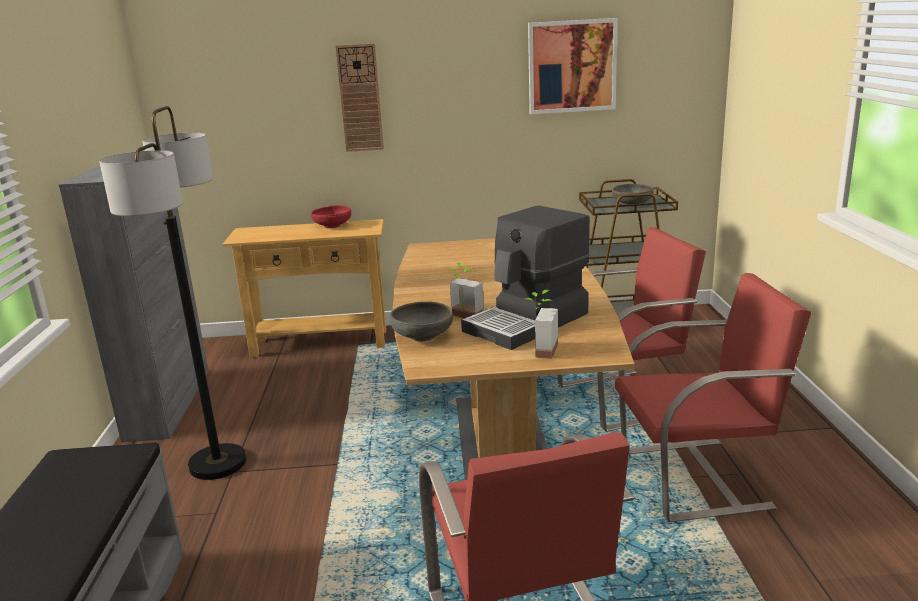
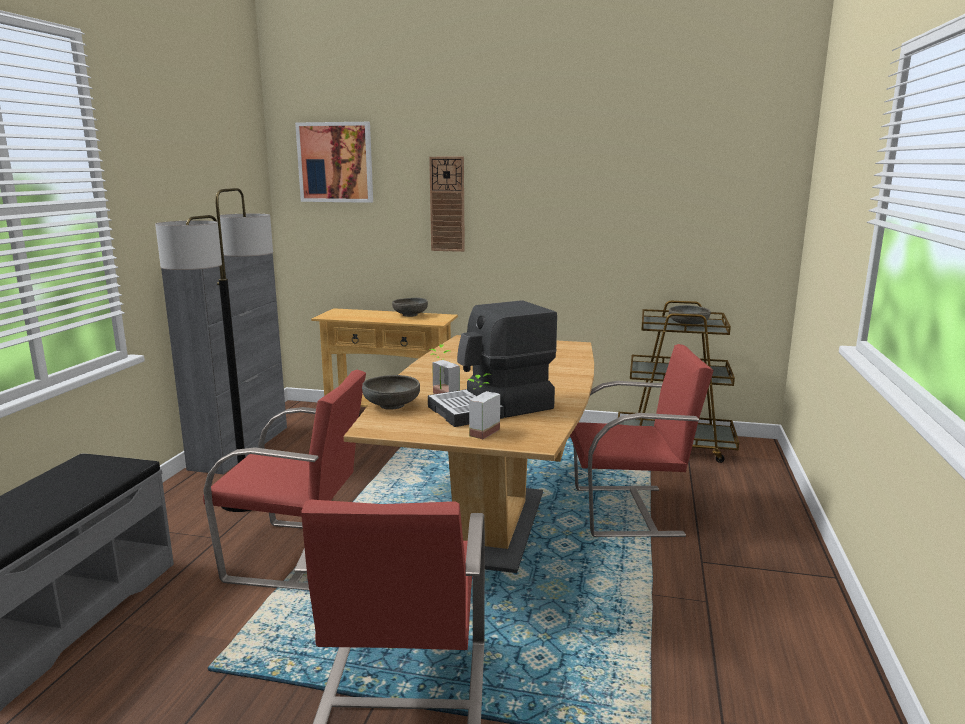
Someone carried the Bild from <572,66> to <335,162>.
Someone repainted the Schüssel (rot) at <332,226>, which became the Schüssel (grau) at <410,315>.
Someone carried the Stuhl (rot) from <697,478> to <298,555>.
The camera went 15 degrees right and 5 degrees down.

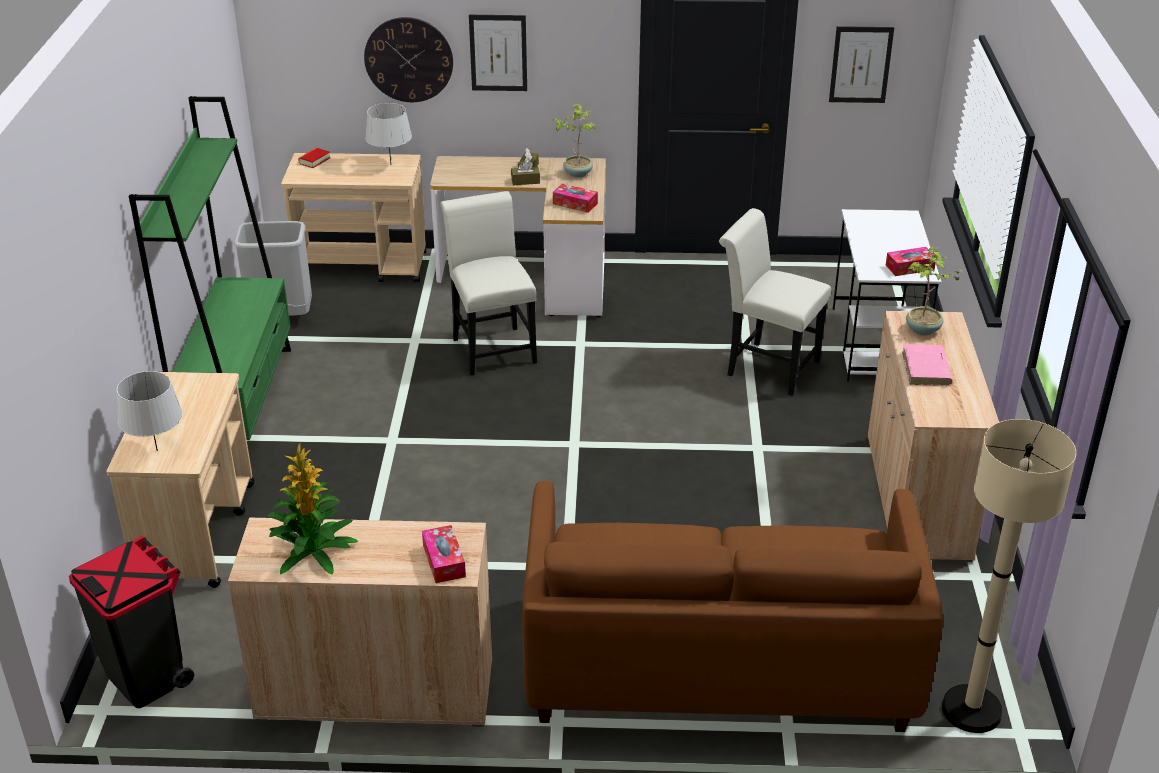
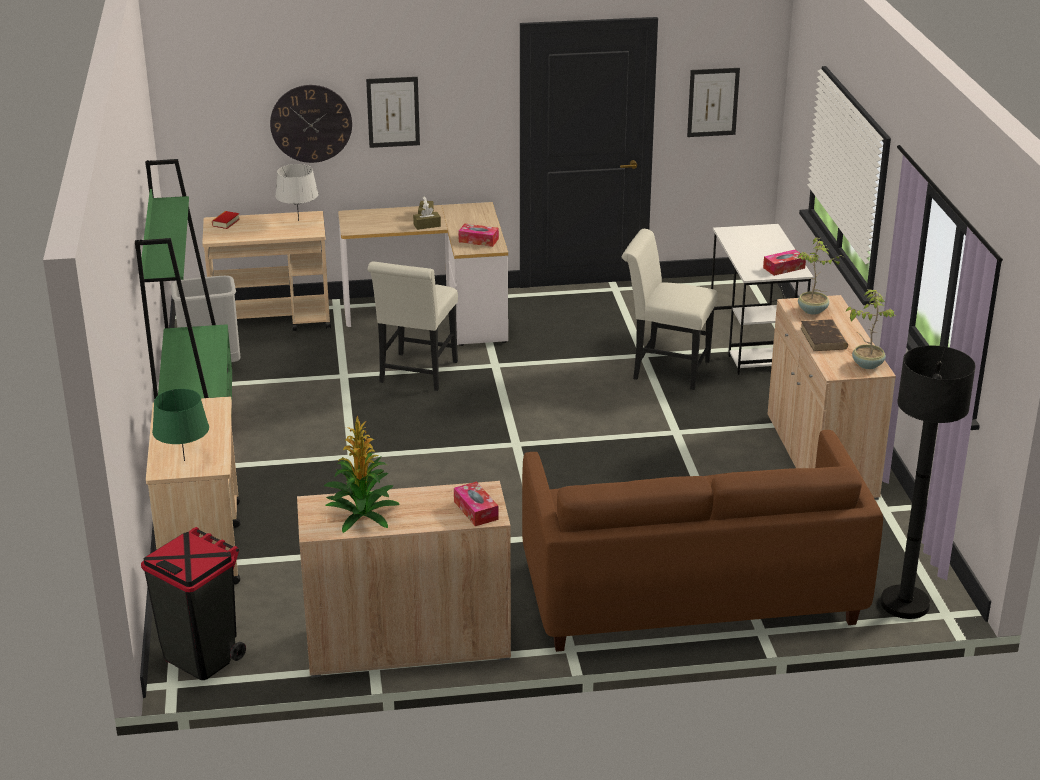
Someone carried the Topfpflanze from <577,173> to <867,364>.
Someone rotated the Stuhl (weiß) at <492,347> by 135 degrees counterclockwise.
Someone repainted the Buch (rosa) at <926,369>, which became the Buch (braun) at <824,338>.
Someone repainted the Tischlampe (grau) at <157,450>, which became the Tischlampe (grün) at <184,460>.
Someone repainted the Stehlampe (beige) at <971,710>, which became the Stehlampe (schwarz) at <904,604>.
The camera went 10 degrees left and 5 degrees down.

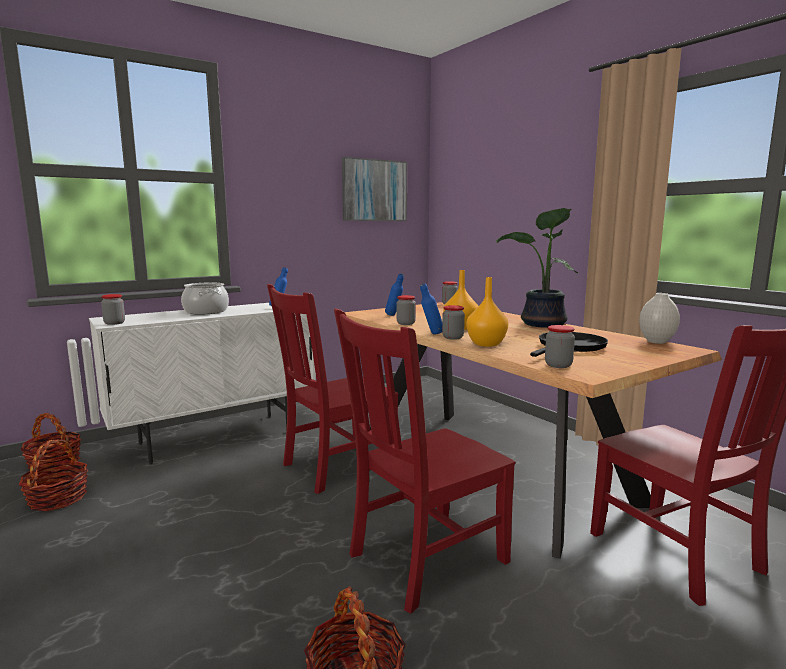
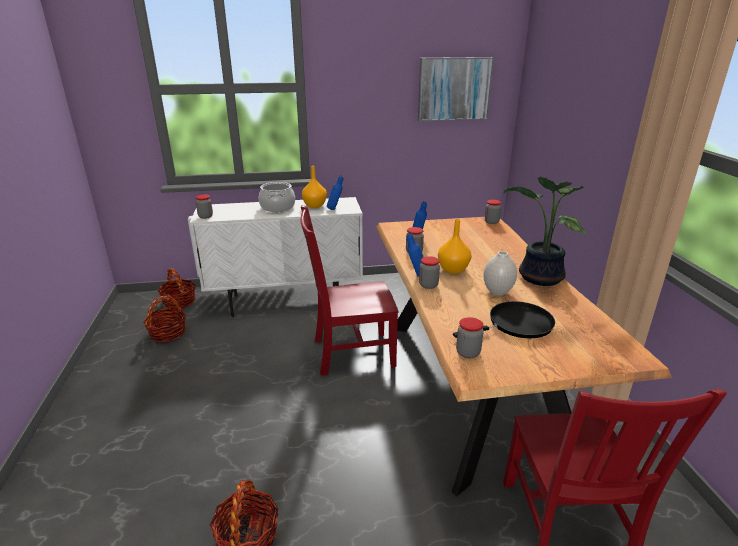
Someone carried the Vase (orange) from <485,344> to <314,205>.
Someone carried the Vase (weiß) from <657,342> to <497,292>.
Someone took away the Stuhl (rot) at <423,559>.
The camera went 25 degrees right and 15 degrees up.

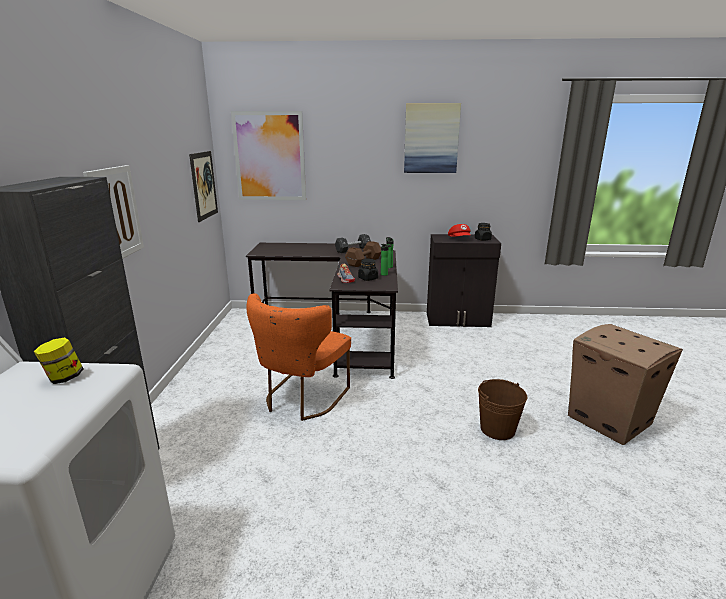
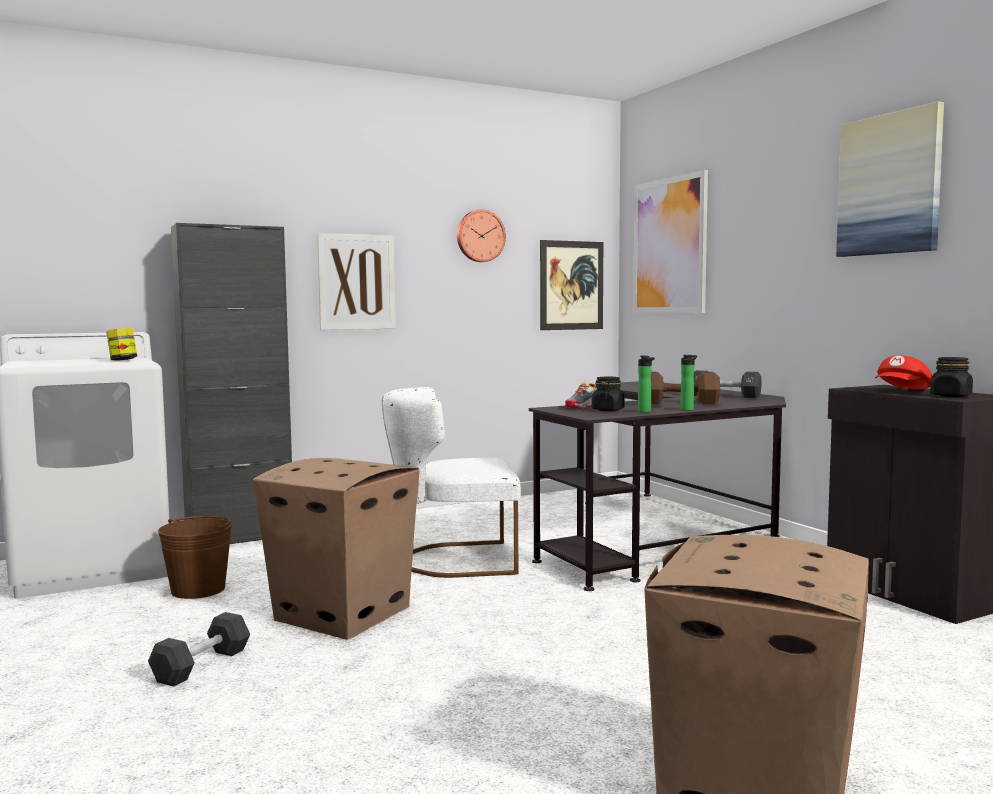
Someone repainted the Stuhl (orange) at <301,399>, which became the Stuhl (weiß) at <453,560>.
Someone carried the Eimer (braun) from <497,429> to <198,590>.
Someone put up the Wanduhr at <480,236>.
Someone put down the Karton at <341,613>.
Someone put down the Hantel (schwarz) at <201,665>.
The camera went 60 degrees right and 15 degrees down.

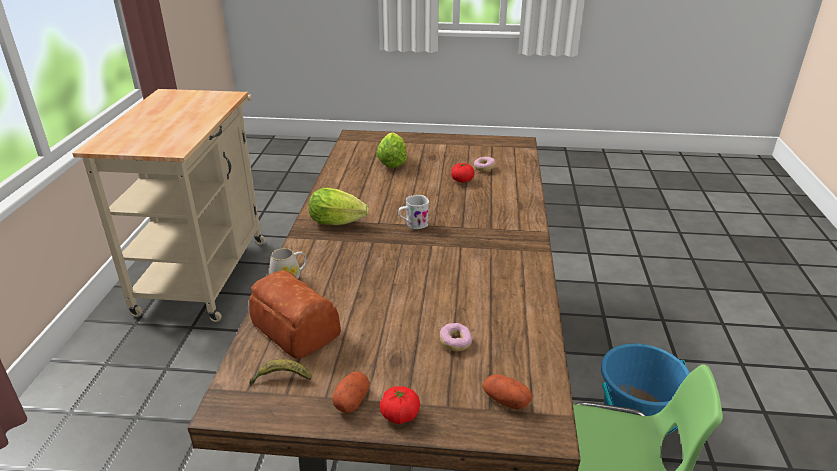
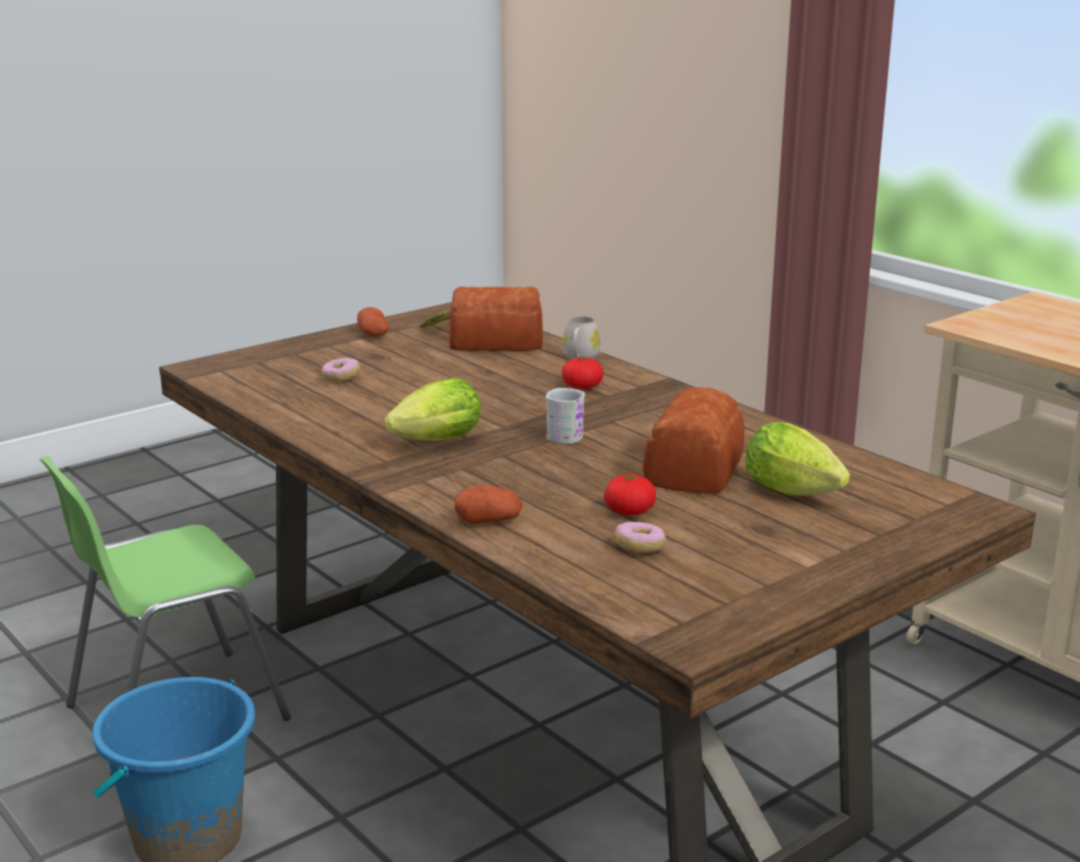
Someone carried the Salatkopf from <340,223> to <432,442>.
Someone carried the Kartoffel from <505,400> to <488,520>.
Someone carried the Tomate from <400,415> to <582,387>.
Someone put down the Brot at <691,470>.
The camera went 135 degrees right and 10 degrees down.

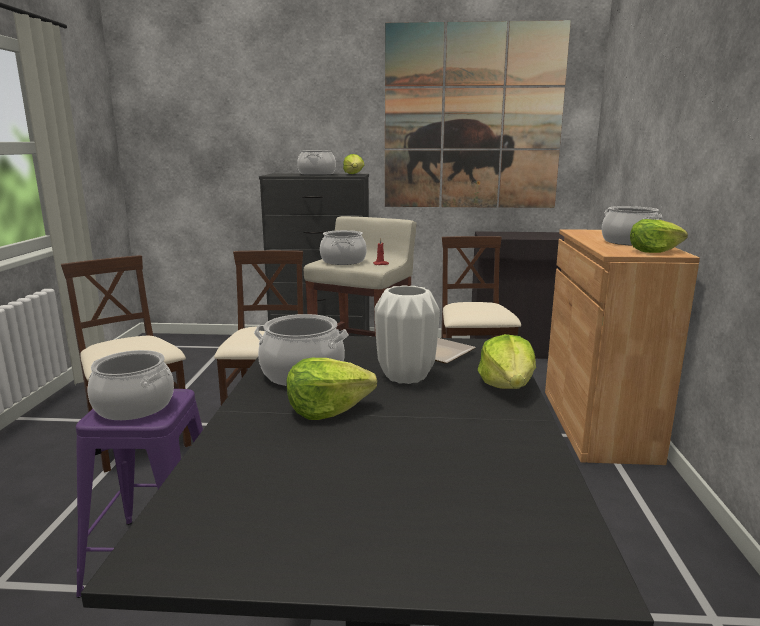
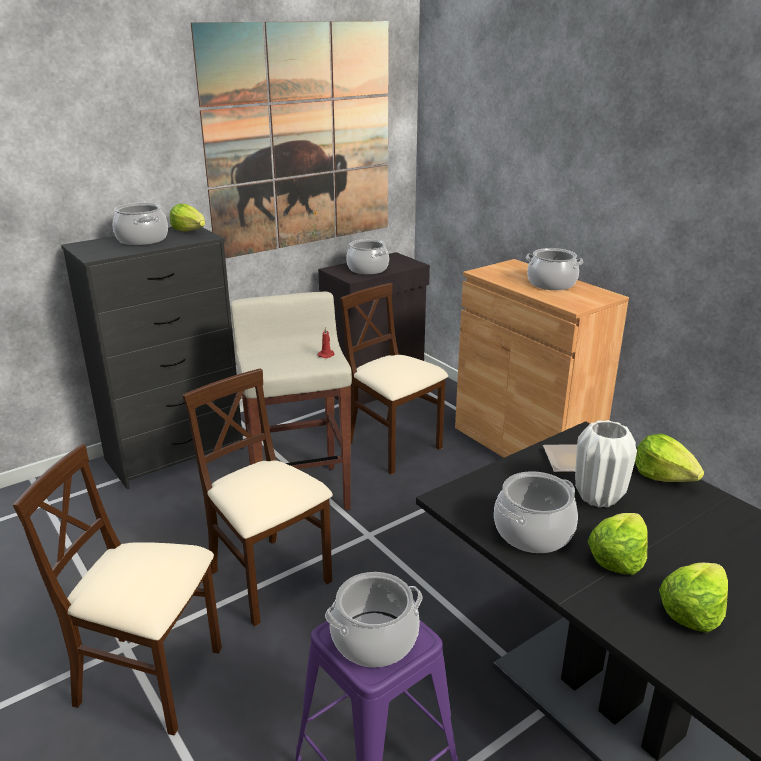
Someone carried the Salatkopf from <653,251> to <692,611>.
Someone carried the Kochtopf from <343,261> to <367,269>.
The camera went 40 degrees left and 10 degrees up.

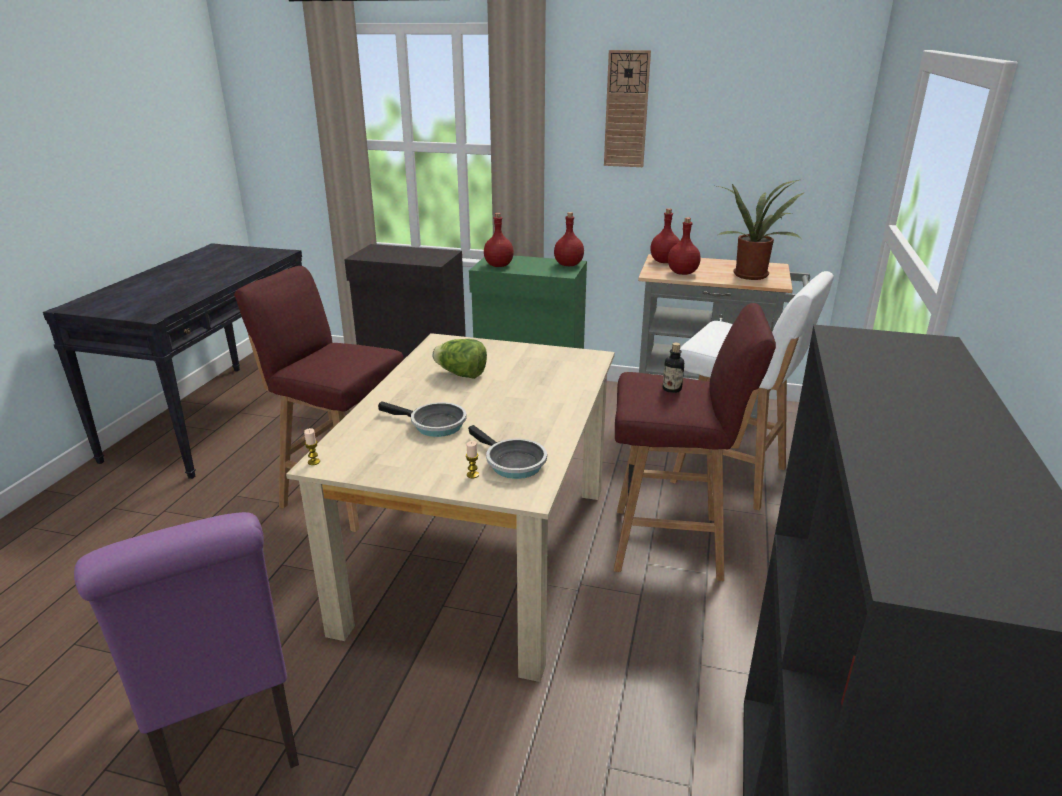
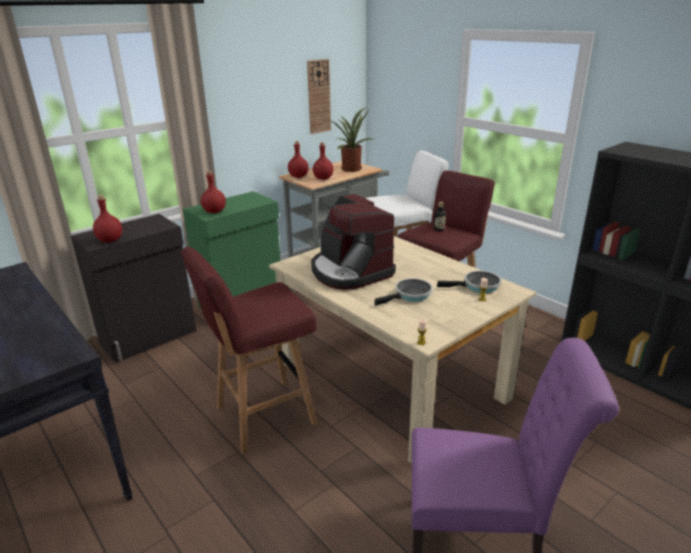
Someone carried the Wanduhr from <626,109> to <318,96>.
Someone carried the Flasche (rot) from <569,265> to <111,240>.
Someone swapped the Salatkopf at <461,374> for the Kaffeemaschine at <350,271>.
The camera went 55 degrees left and 0 degrees up.

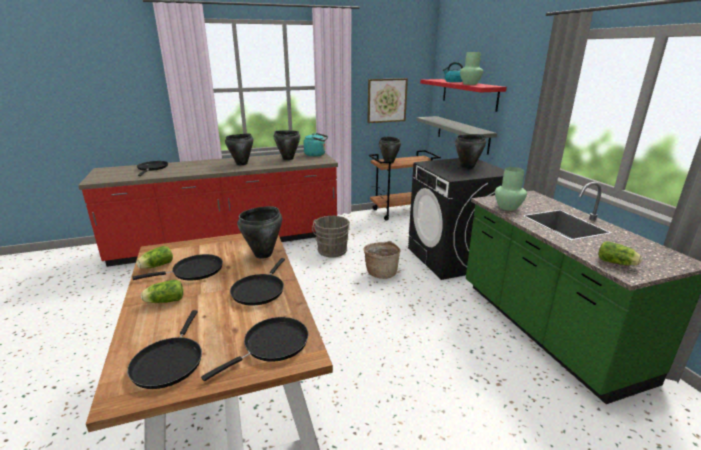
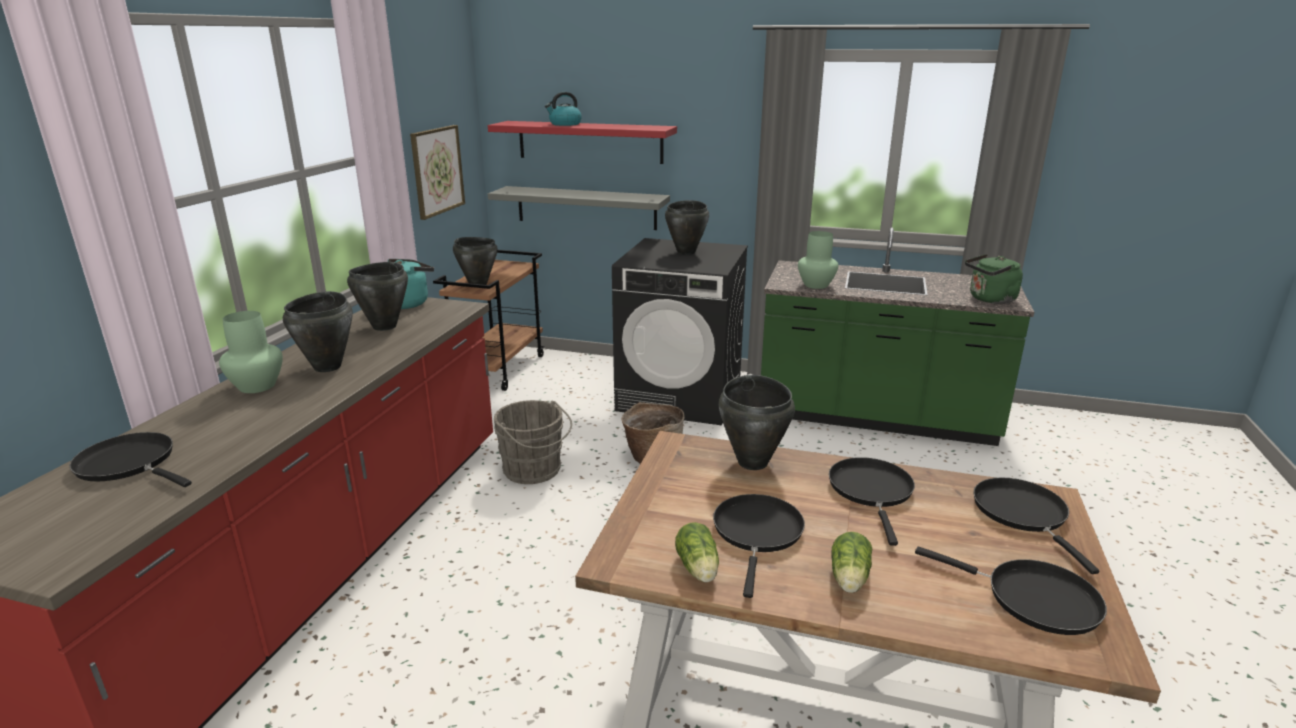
Someone carried the Vase (grün) from <469,84> to <256,386>.
Someone swapped the Salatkopf at <617,263> for the Wasserkessel (grün) at <990,299>.
Someone rotated the Pfanne (schwarz) at <259,290> by 135 degrees counterclockwise.
The camera went 55 degrees left and 0 degrees up.

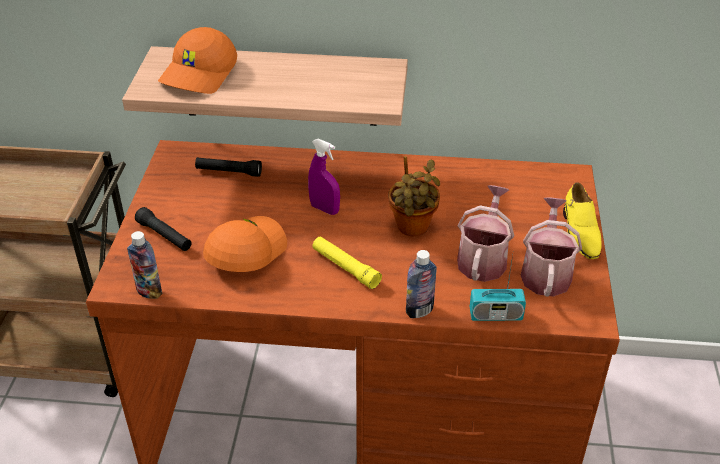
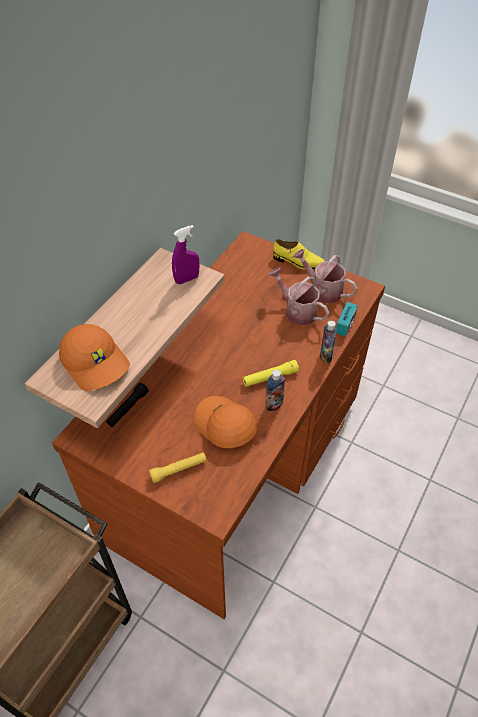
Someone carried the Sprühflasche (lila) from <324,209> to <187,279>.
Someone took away the Topfpflanze at <412,229>.
Someone repainted the Taschenlampe (schwarz) at <164,236>, which became the Taschenlampe (gelb) at <178,470>.
Someone carried the Flasche from <149,291> to <274,405>.
The camera went 65 degrees left and 10 degrees up.

